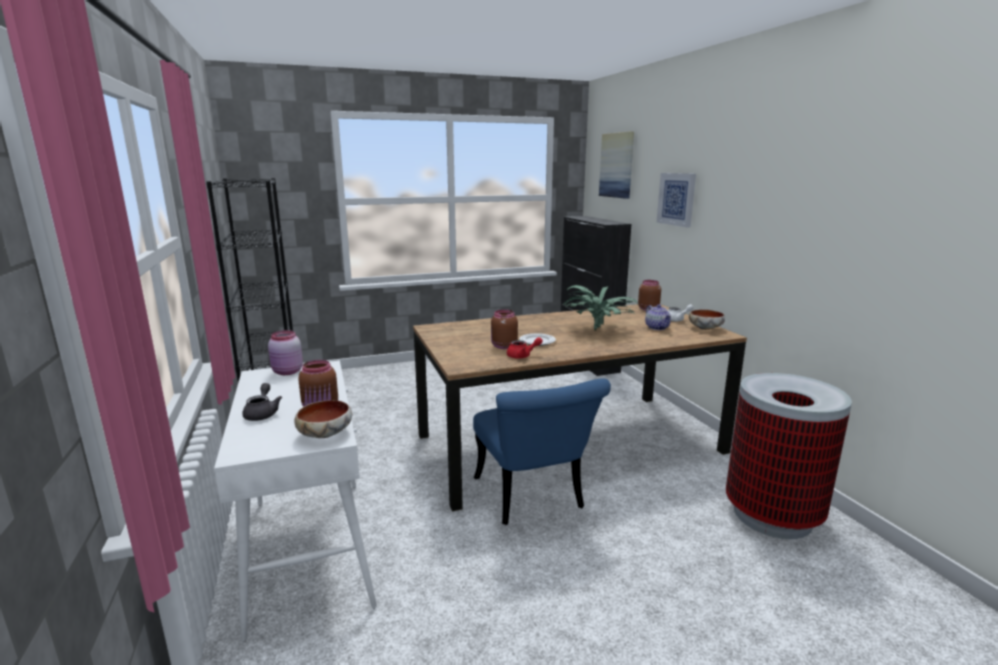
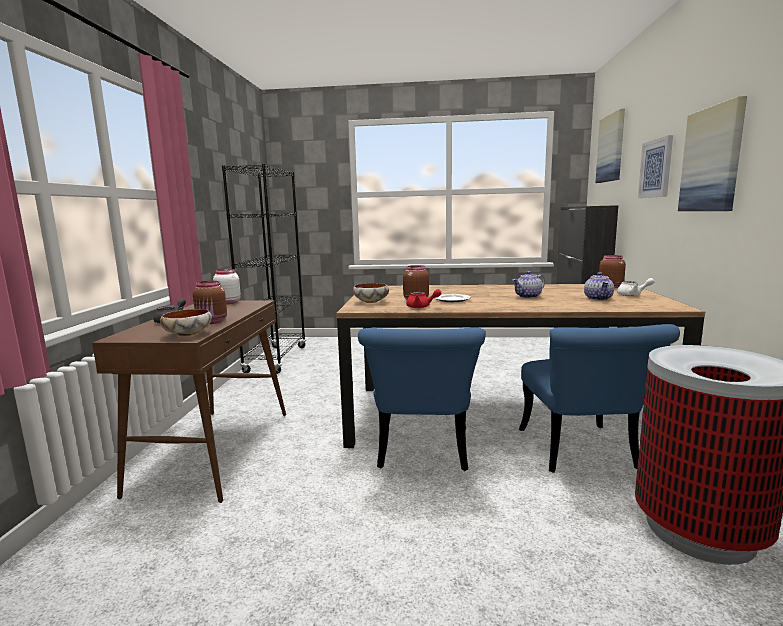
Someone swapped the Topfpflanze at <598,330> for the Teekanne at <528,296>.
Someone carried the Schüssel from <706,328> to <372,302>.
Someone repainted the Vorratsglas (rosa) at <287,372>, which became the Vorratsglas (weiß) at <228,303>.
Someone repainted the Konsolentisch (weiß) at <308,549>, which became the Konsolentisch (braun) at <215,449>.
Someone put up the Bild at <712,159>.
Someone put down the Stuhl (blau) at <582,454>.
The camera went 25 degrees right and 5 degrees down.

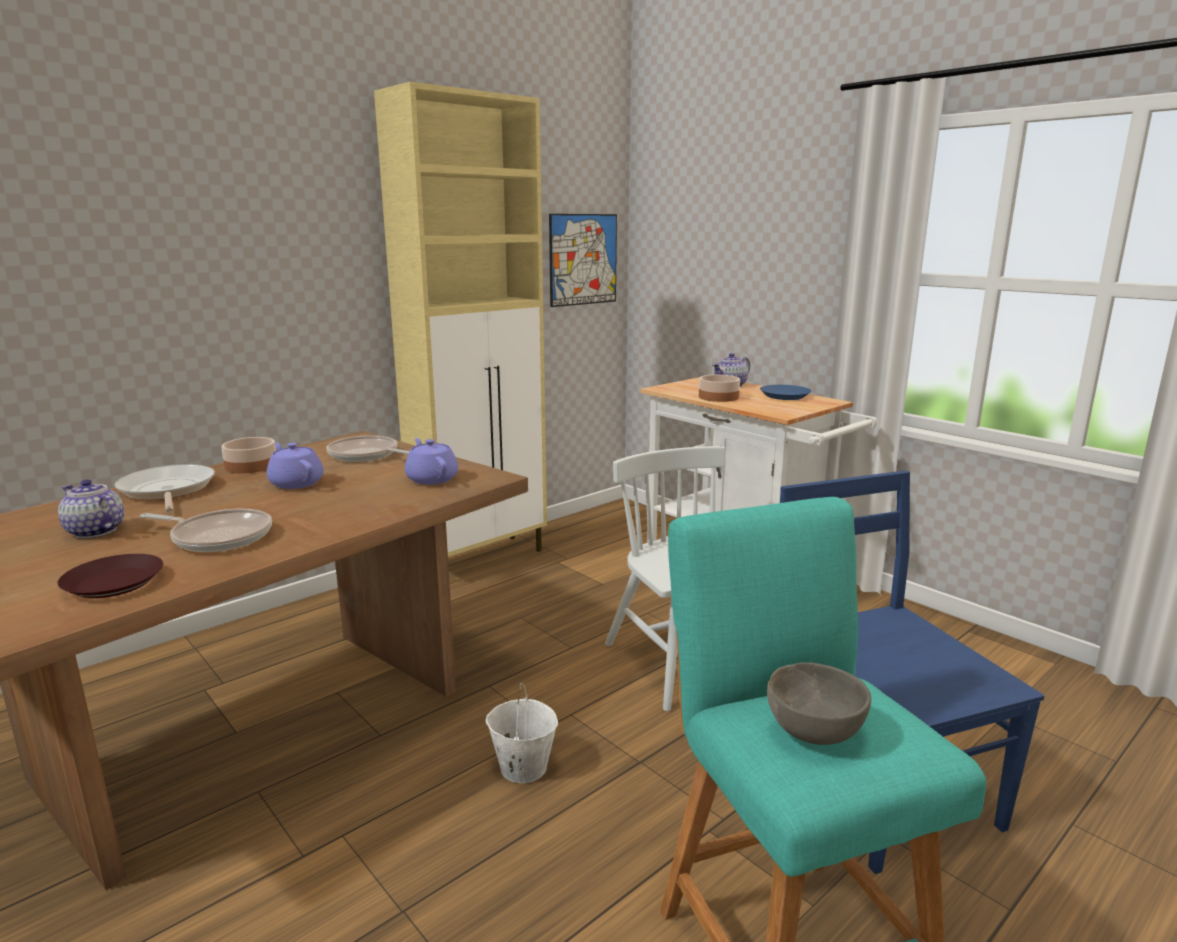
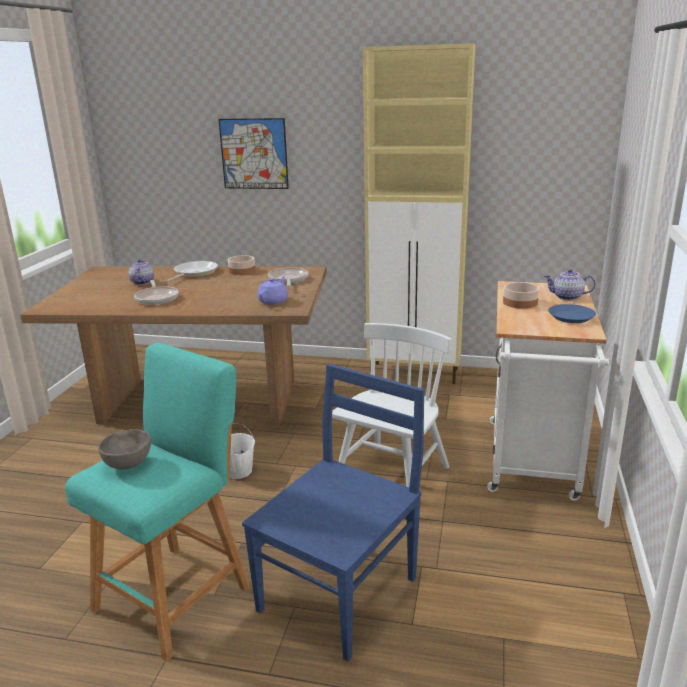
Someone carried the Bild from <583,259> to <254,154>.
Someone took away the Teekanne (lila) at <296,483>.
Someone took away the Teller (braun) at <114,583>.
The camera went 55 degrees right and 5 degrees up.

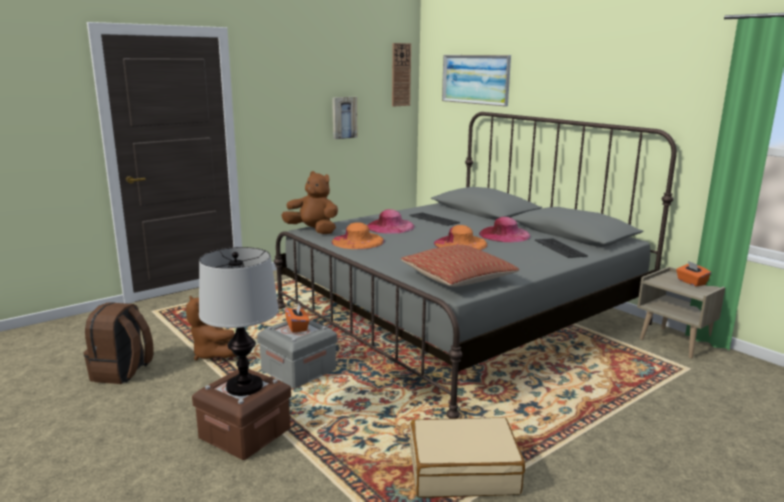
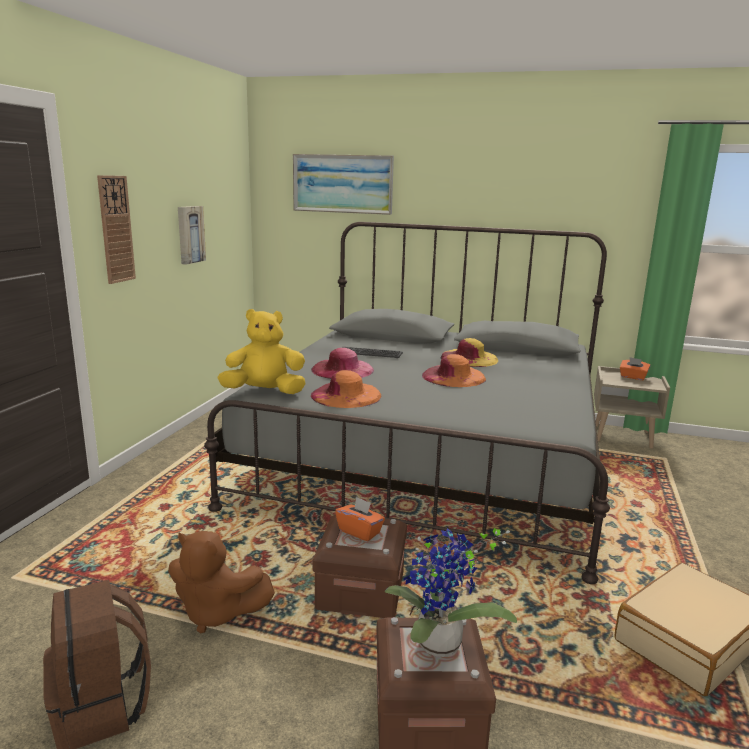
Someone carried the Wanduhr from <401,75> to <116,229>.
Someone repainted the Plüschtier (braun) at <313,231>, which became the Plüschtier (gelb) at <265,392>.
Someone repainted the Hut (rosa) at <504,235>, which became the Hut (gelb) at <469,358>.
Someone took away the Tastatur at <560,248>.
Someone took away the Kissen at <458,279>.
Someone swapped the Tischlampe at <244,386> for the Topfpflanze at <439,648>.
Someone repainted the Aufbewahrungsbox (grau) at <298,370>, which became the Aufbewahrungsbox (braun) at <361,590>.
The camera went 35 degrees left and 0 degrees up.

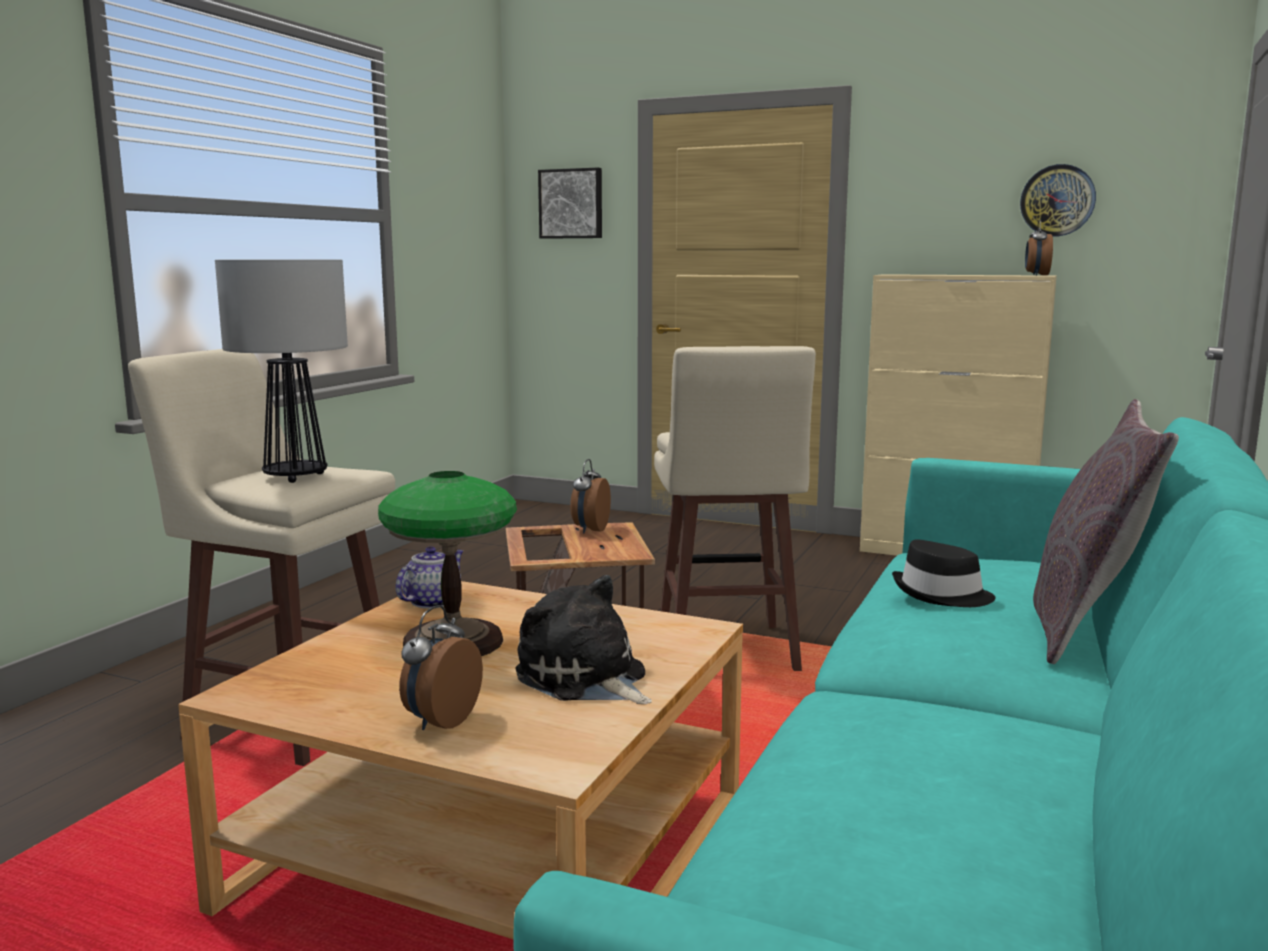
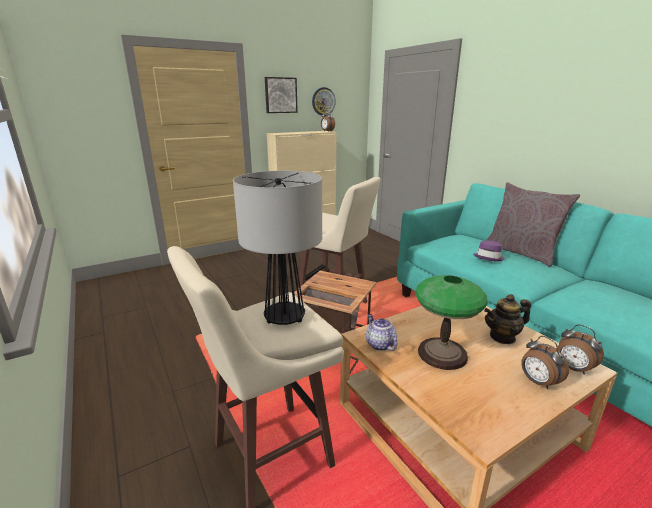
Someone carried the Bild from <571,204> to <280,95>.
Someone carried the Wecker from <589,530> to <573,368>.
Someone repainted the Hut (schwarz) at <942,595>, which became the Hut (lila) at <489,257>.
Someone swapped the Plüschtier at <585,679> for the Teekanne at <502,337>.
The camera went 55 degrees left and 10 degrees up.

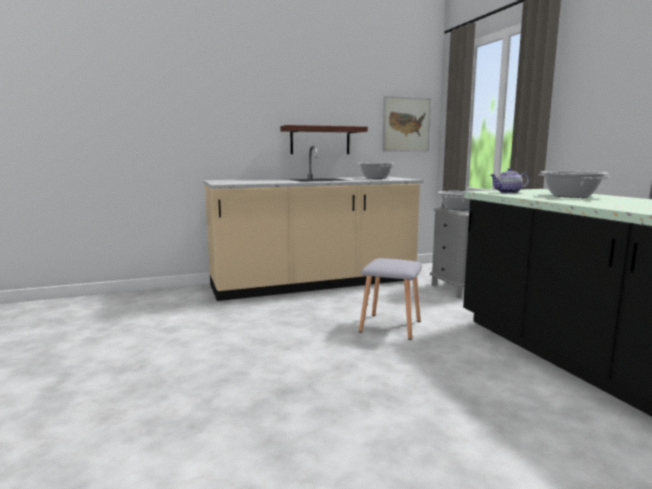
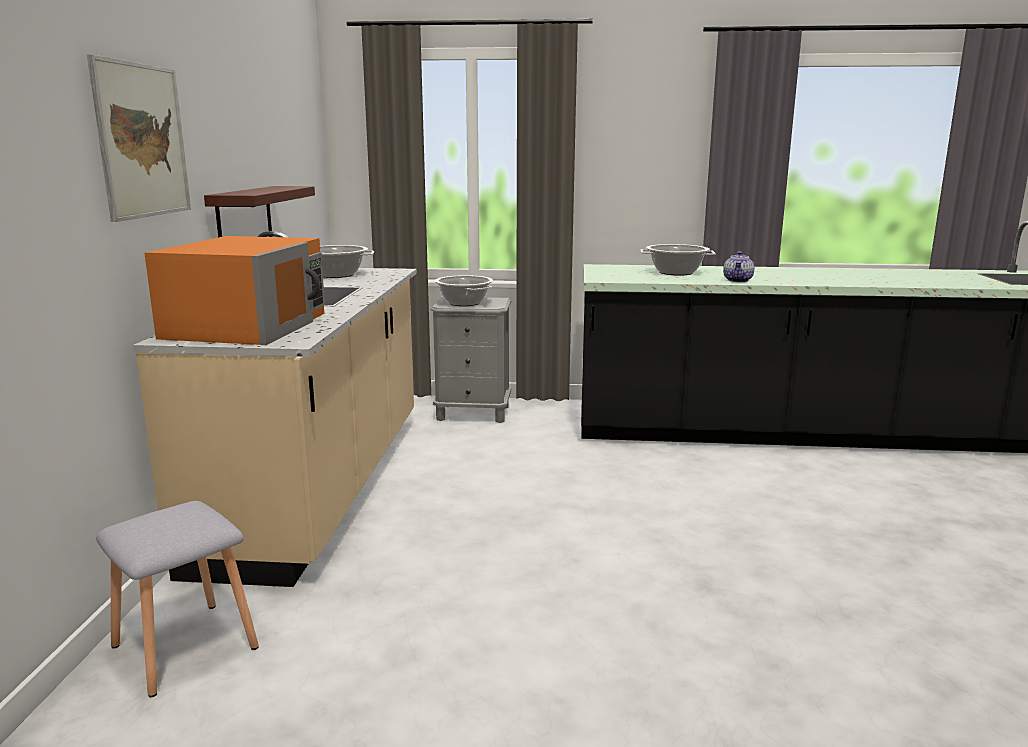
Someone carried the Bild from <406,124> to <142,141>.
Someone carried the Teekanne from <508,192> to <738,280>.
Someone carried the Hocker (grau) from <390,326> to <182,646>.
Someone put down the Mikrowelle (orange) at <248,325>.
The camera went 65 degrees left and 5 degrees up.

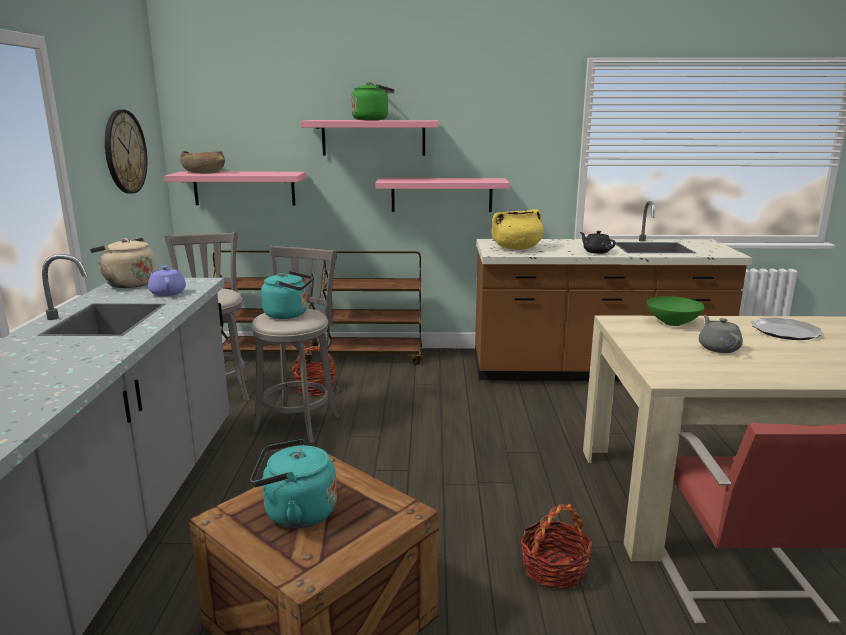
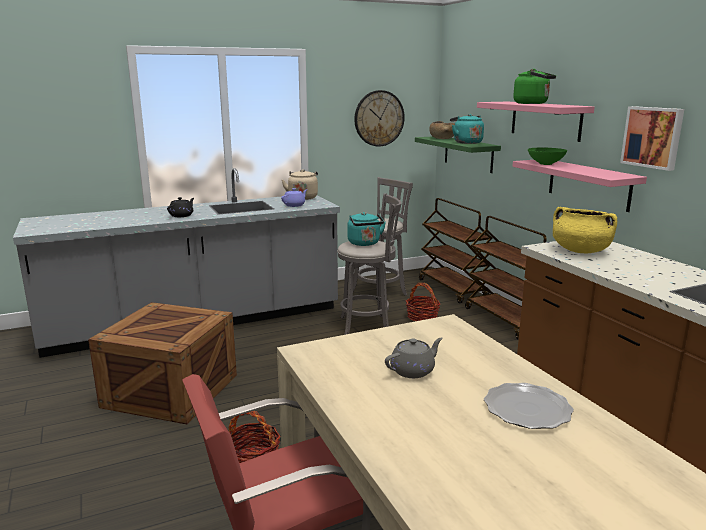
Someone repainted the Wandregal (rosa) at <244,188>, which became the Wandregal (grün) at <468,154>.
Someone carried the Teekanne (schwarz) from <596,251> to <182,215>.
Someone carried the Schüssel (grün) from <672,323> to <546,164>.
Someone carried the Wasserkessel (türkis) from <295,513> to <466,142>.
Someone put up the Bild at <653,137>.
The camera went 65 degrees right and 0 degrees up.

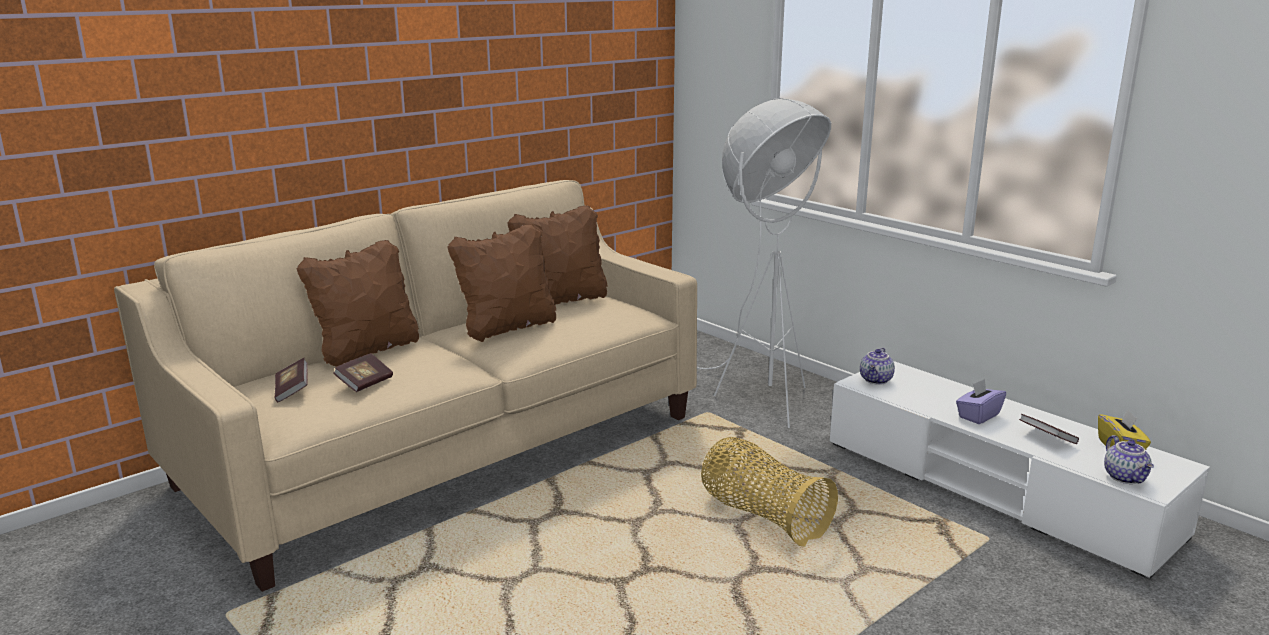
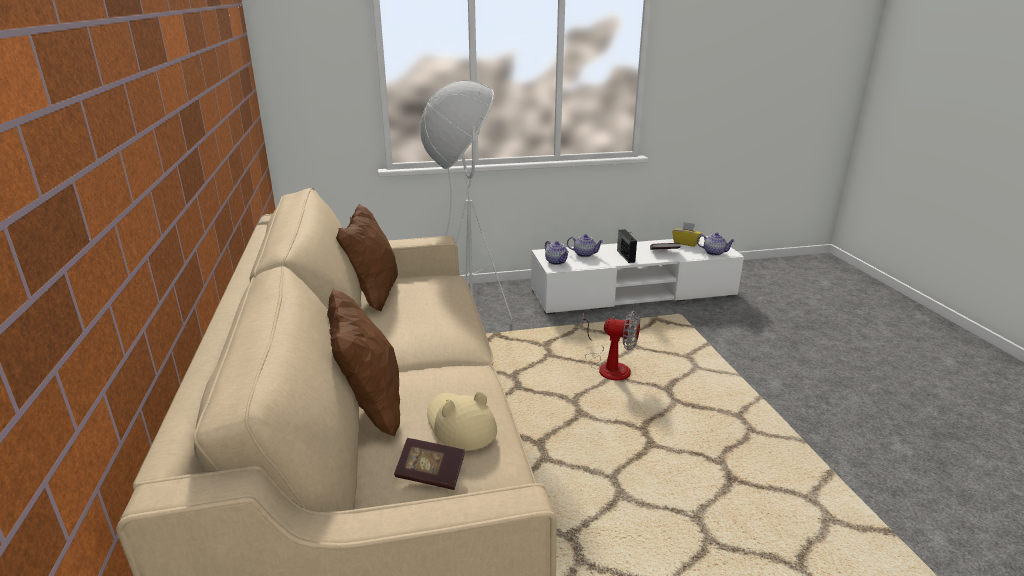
Someone took away the Kissen (braun) at <507,328>.
Someone swapped the Buch at <365,383> for the Hut (beige) at <460,425>.
Someone swapped the Taschentuchbox (lila) at <978,416> for the Radio at <625,256>.
Someone swapped the Korb at <762,516> for the Ventilator at <609,366>.
Someone put down the Teekanne at <584,254>.
The camera went 60 degrees left and 5 degrees up.

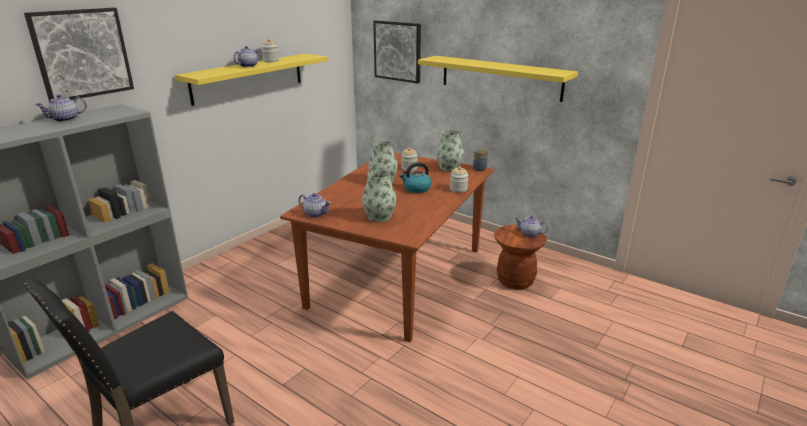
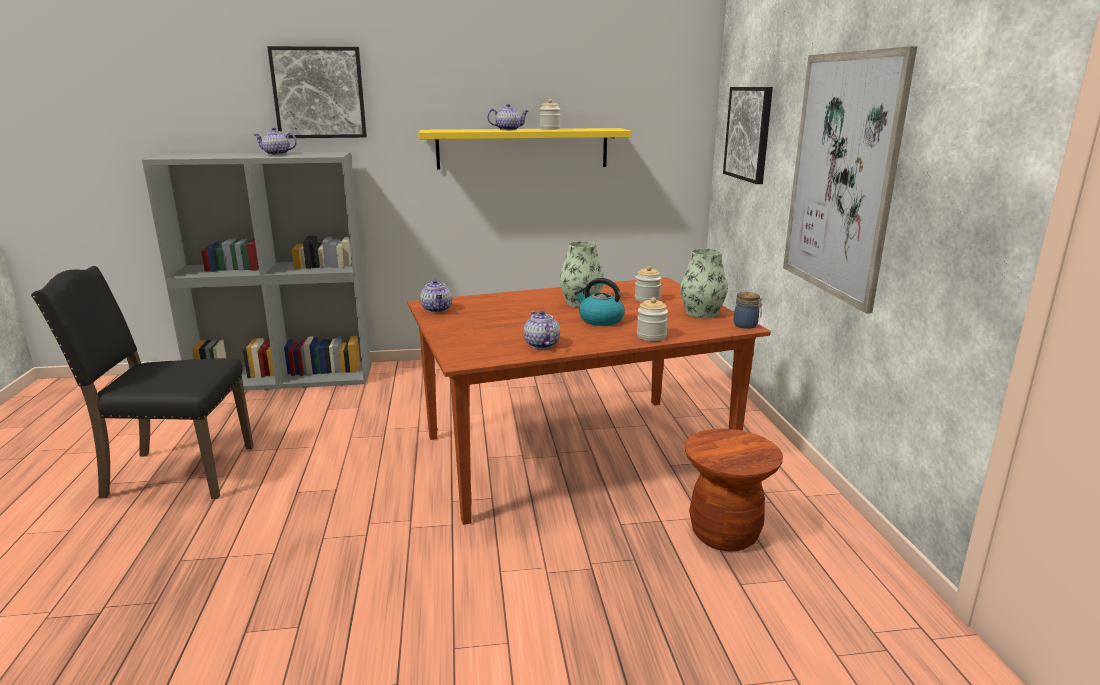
Someone swapped the Wandregal (gelb) at <500,77> for the Bild at <842,176>.
Someone took away the Vase at <379,217>.
Someone carried the Teekanne from <529,234> to <541,344>.
The camera went 45 degrees right and 5 degrees down.

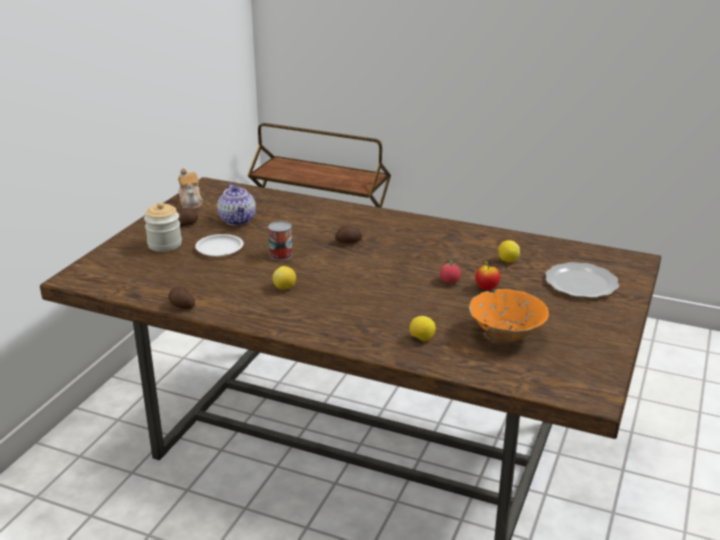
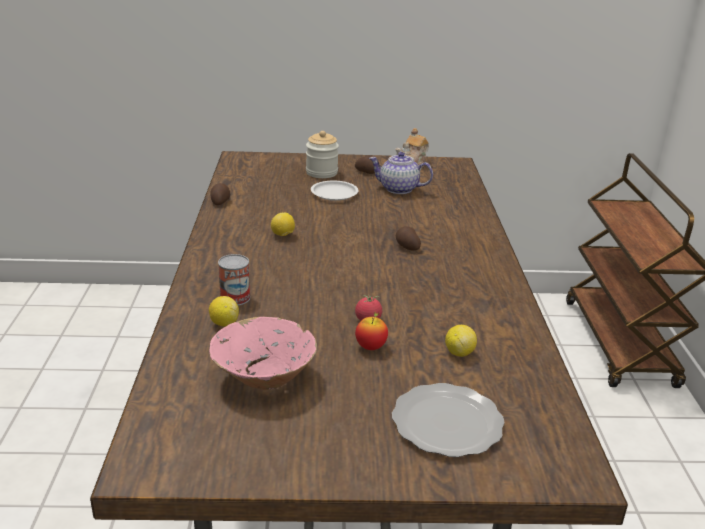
Someone rotated the Teekanne at <238,220> by 60 degrees clockwise.
Someone carried the Dose from <281,255> to <235,298>.
Someone repainted the Schüssel (orange) at <506,334>, which became the Schüssel (rosa) at <264,377>.
The camera went 65 degrees right and 0 degrees up.

